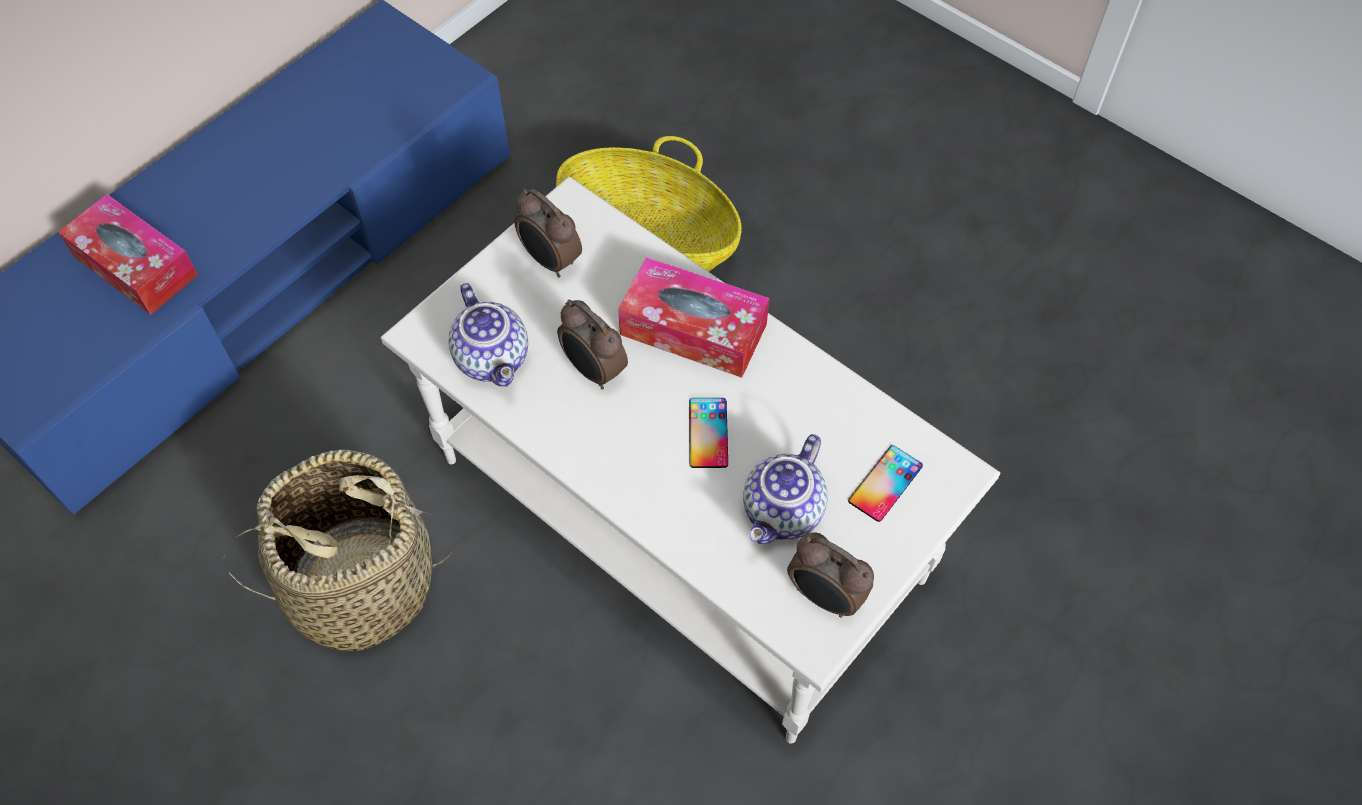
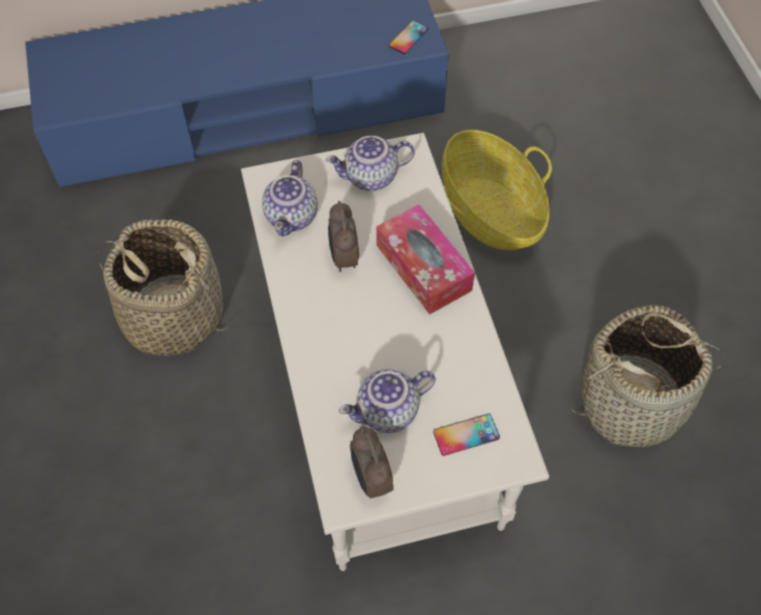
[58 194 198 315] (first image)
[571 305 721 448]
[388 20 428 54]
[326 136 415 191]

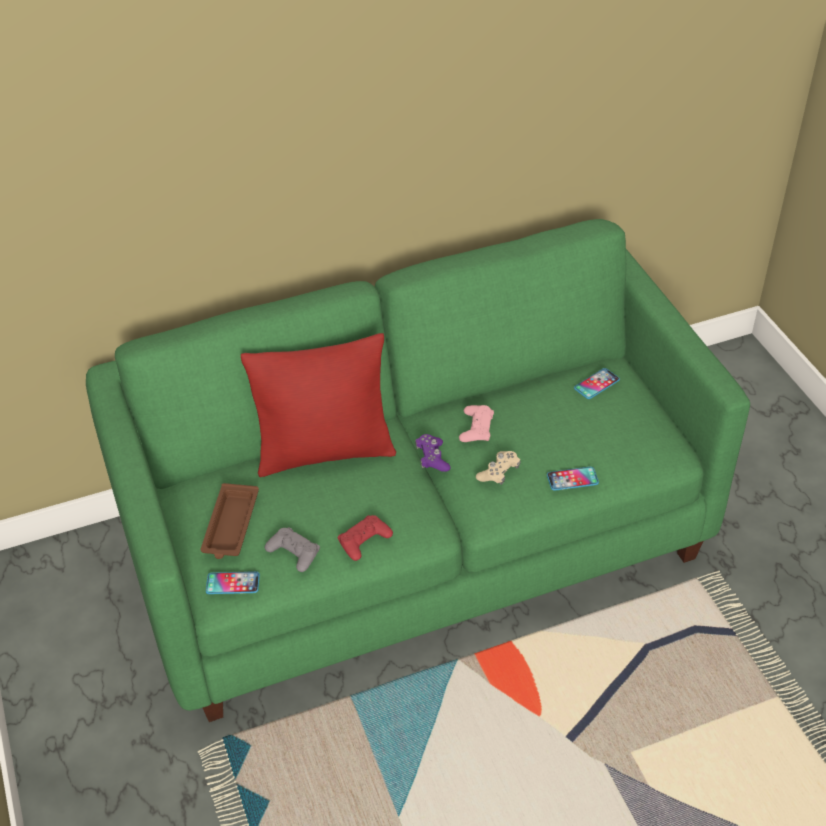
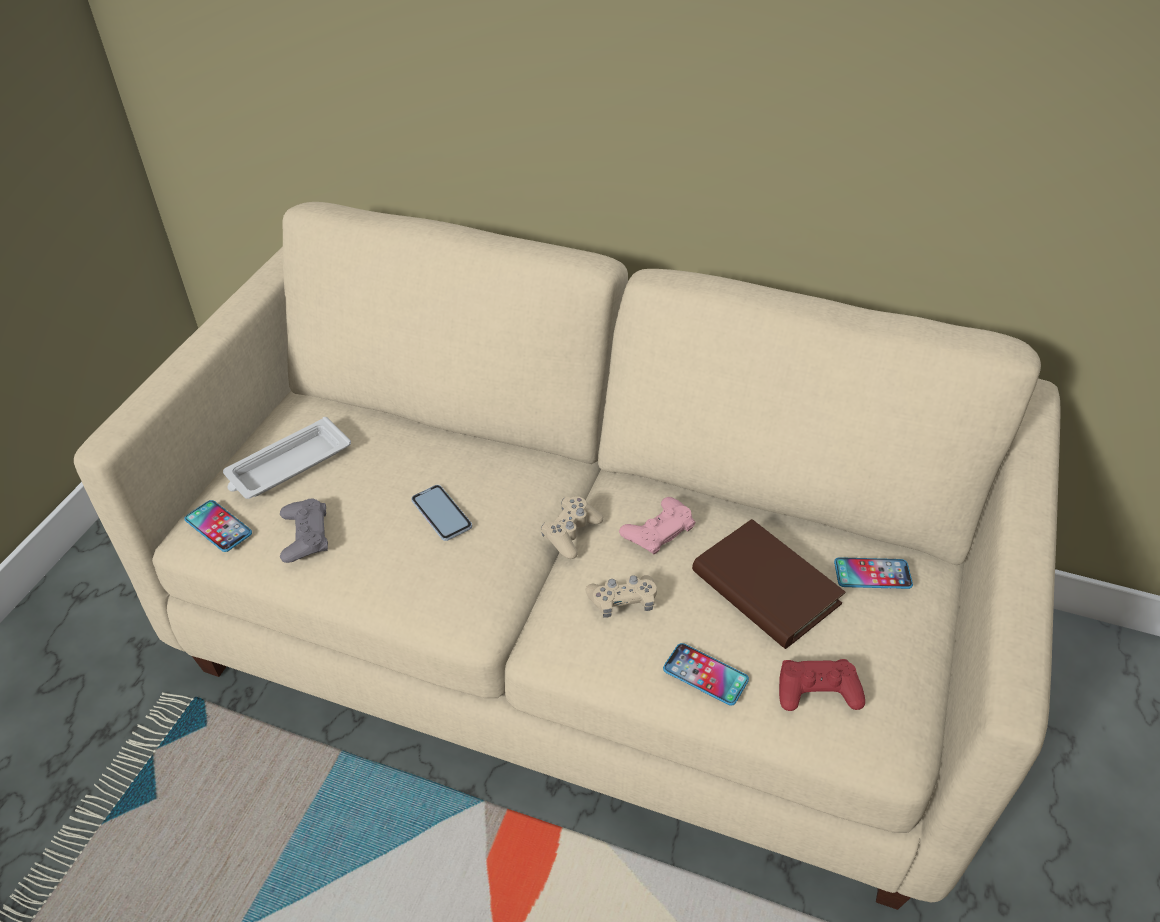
[241 333 396 477] (first image)
[411 485 472 541]
[692 519 846 649]
[779 659 865 711]
[74 202 1060 910]
[223 417 351 499]
[541 496 603 559]

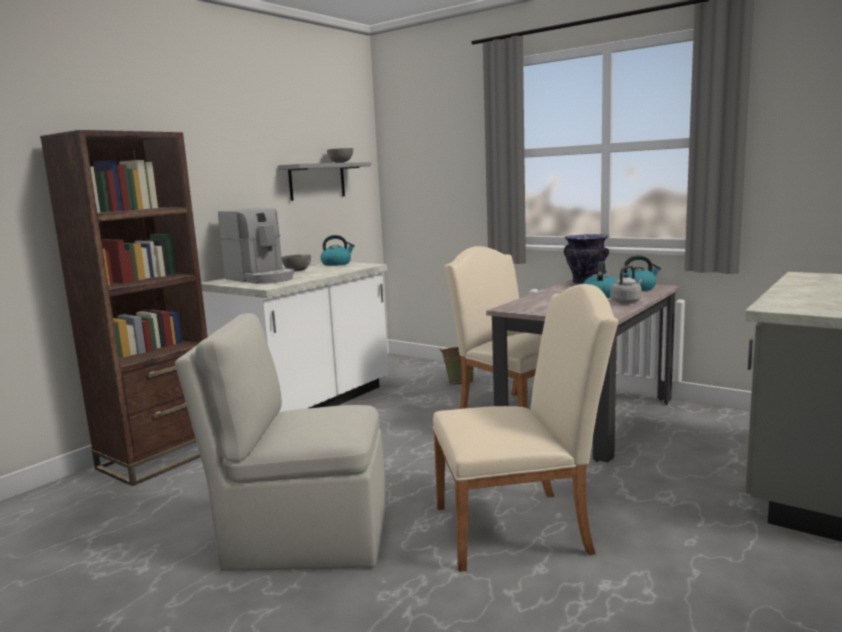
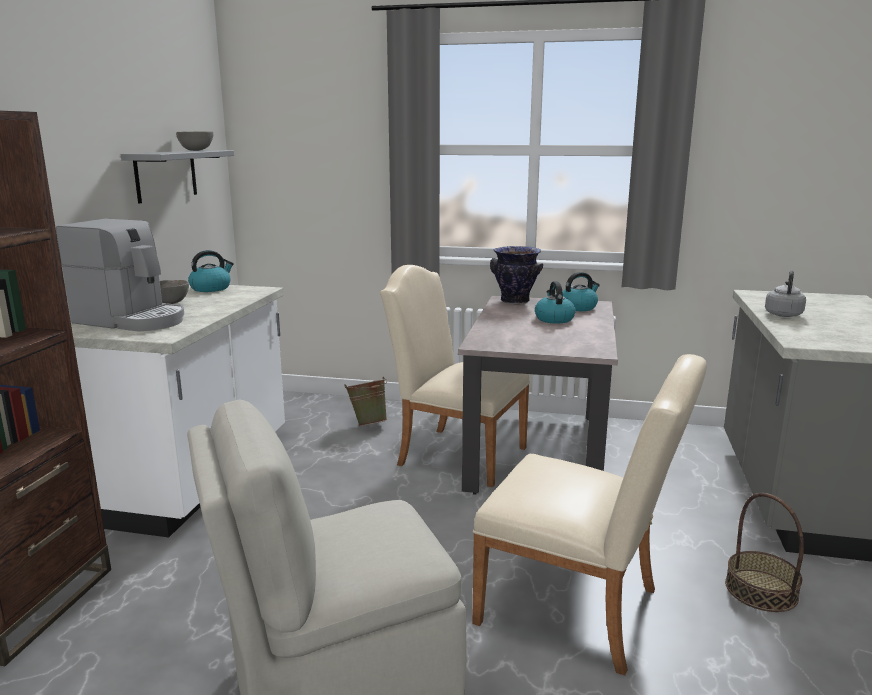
[725 493 804 612]
[765 270 806 317]
[472 354 707 676]

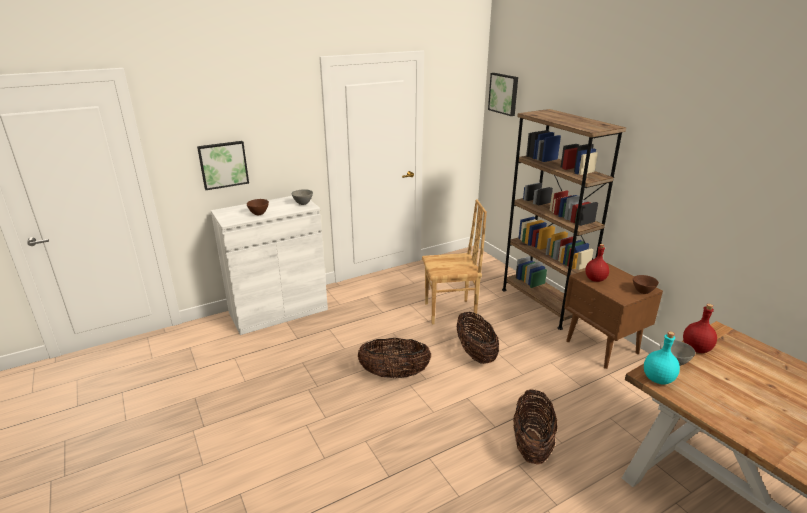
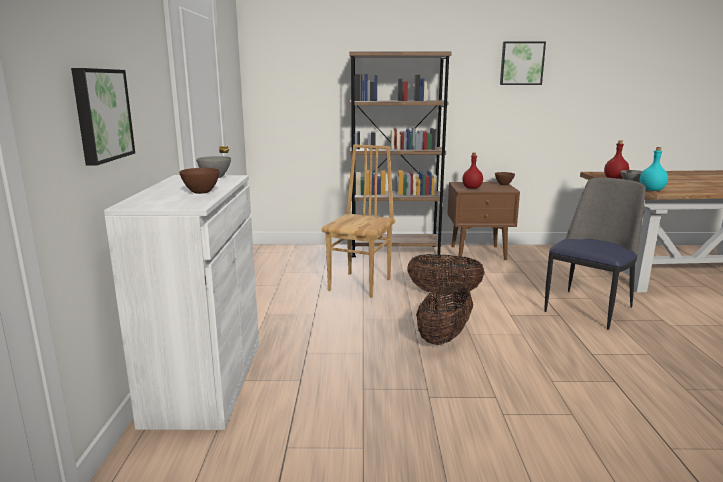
[500 41 546 85]
[544 177 646 330]

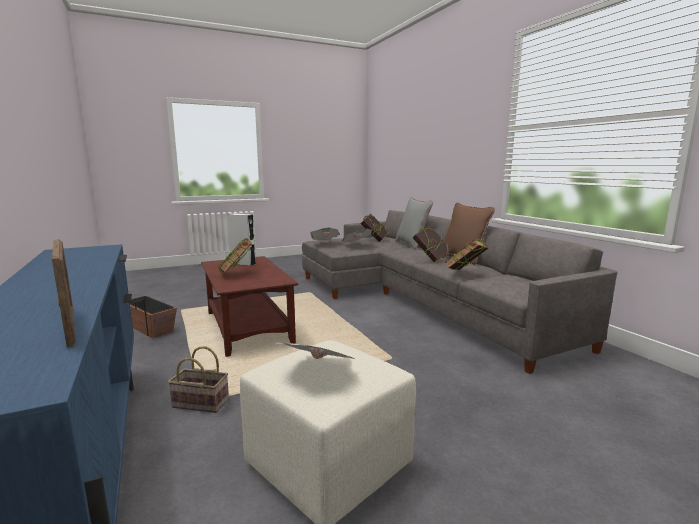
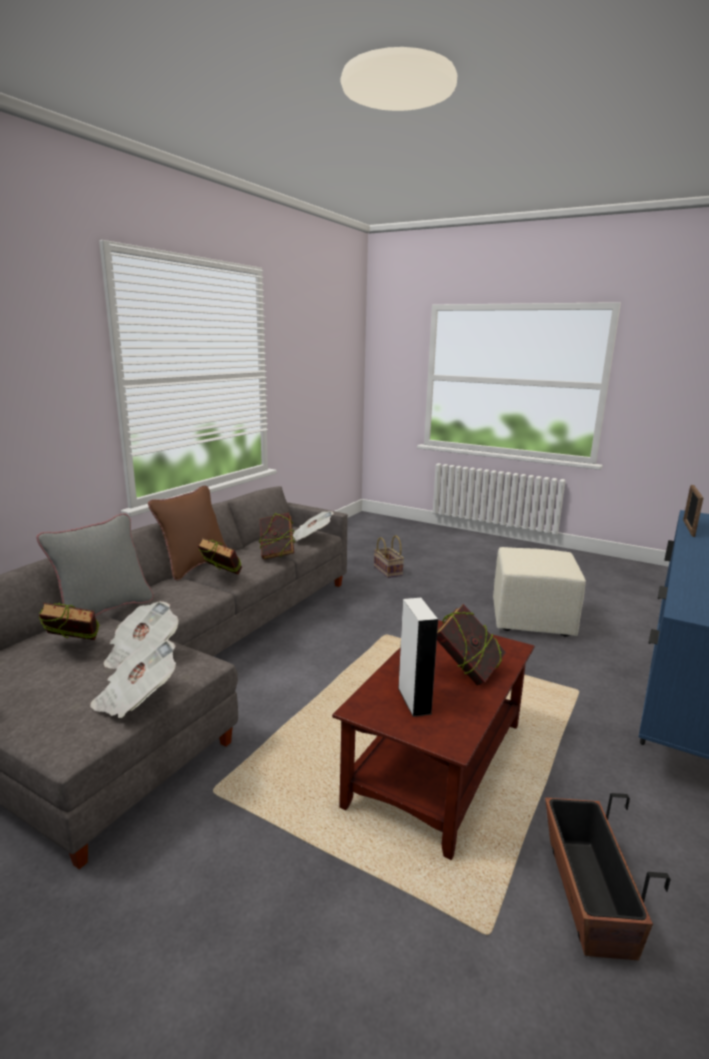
[374 535 404 578]
[293 511 334 541]

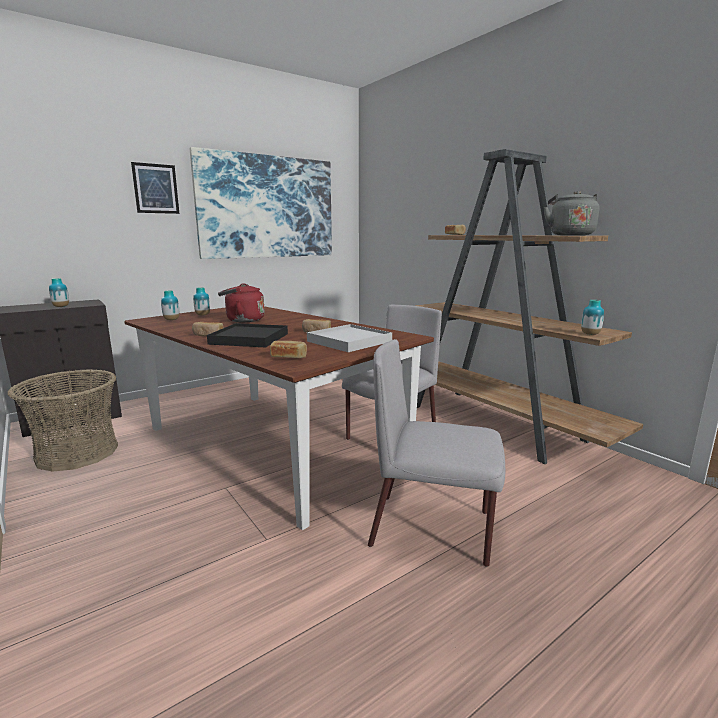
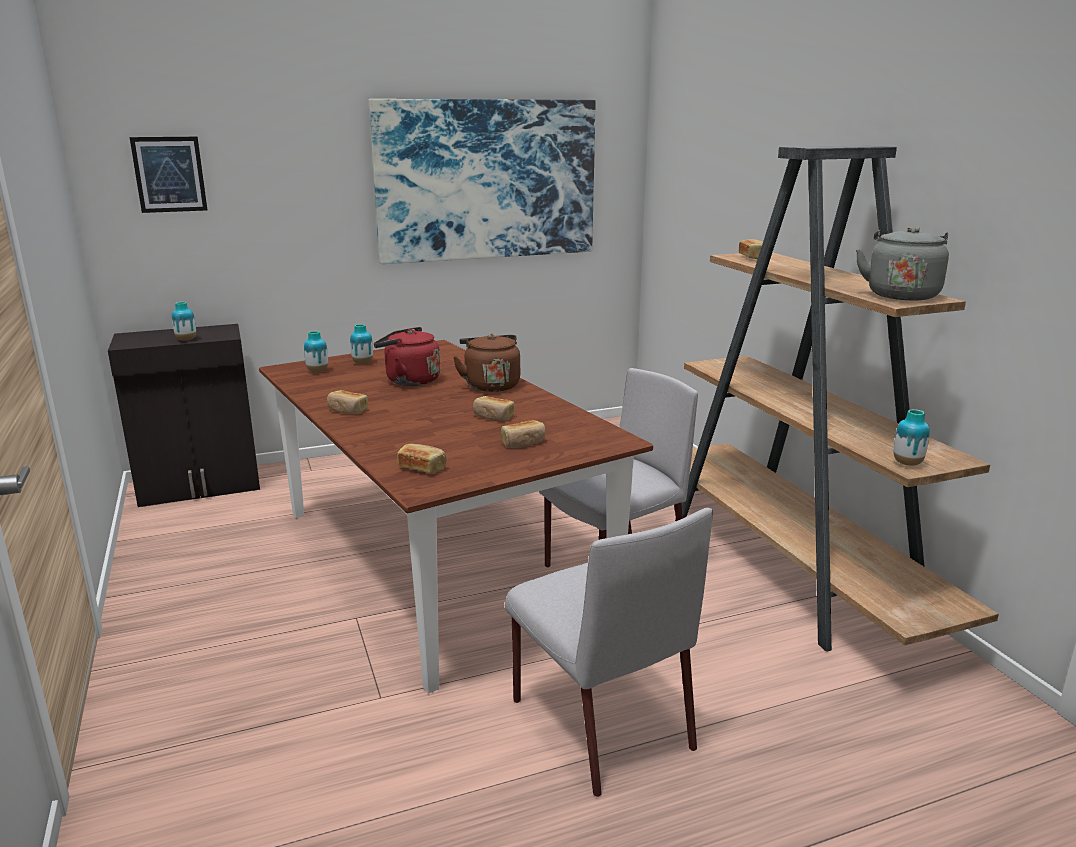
[8 369 118 472] (first image)
[207 323 288 347] (first image)
[453 334 520 392]
[130 137 207 213]
[501 420 545 448]
[505 508 713 797]

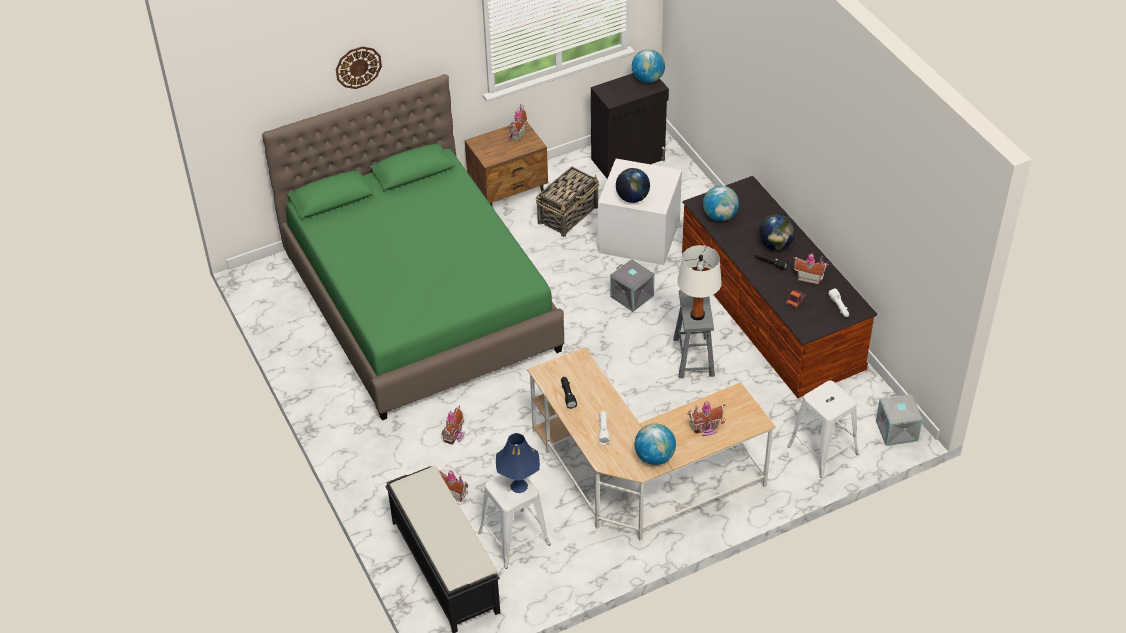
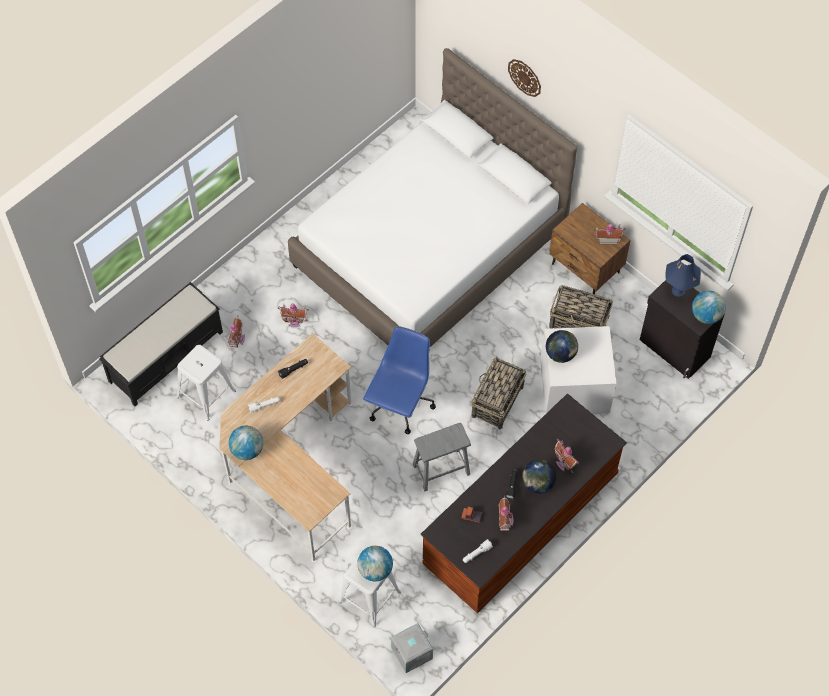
[677 245 722 320] (first image)
[363 327 436 434]
[665 254 701 297]
[555 439 579 473]
[357 546 393 581]
[471 357 526 430]
[288 48 577 347]

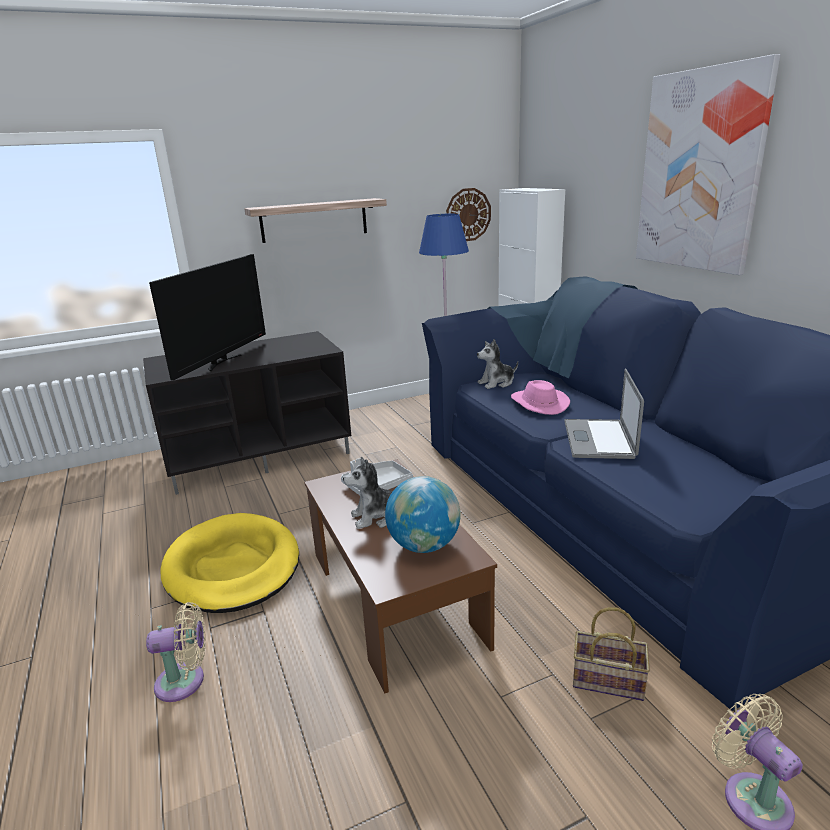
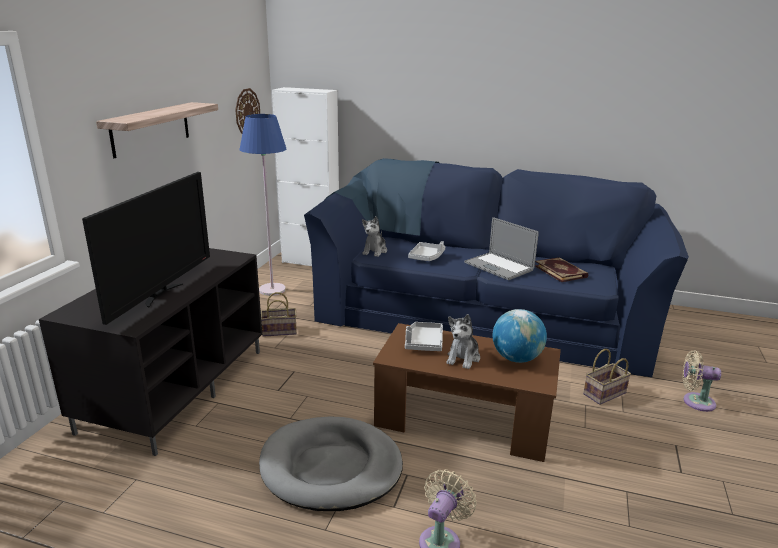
[636 54 780 275] (first image)
[261 292 297 337]
[535 257 588 282]
[408 241 445 261]
[259 417 403 511]
[82 172 210 325]

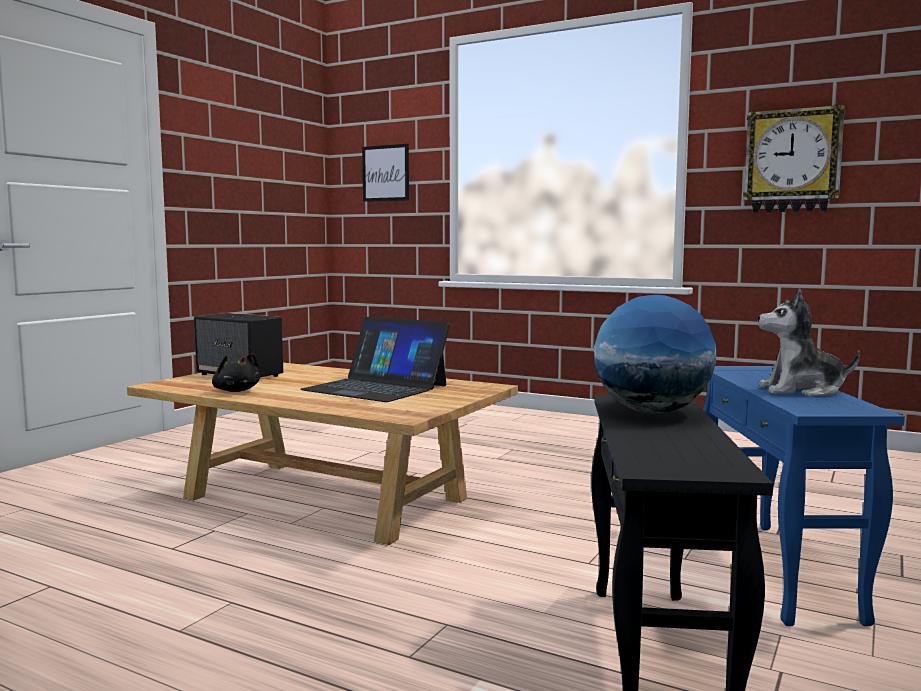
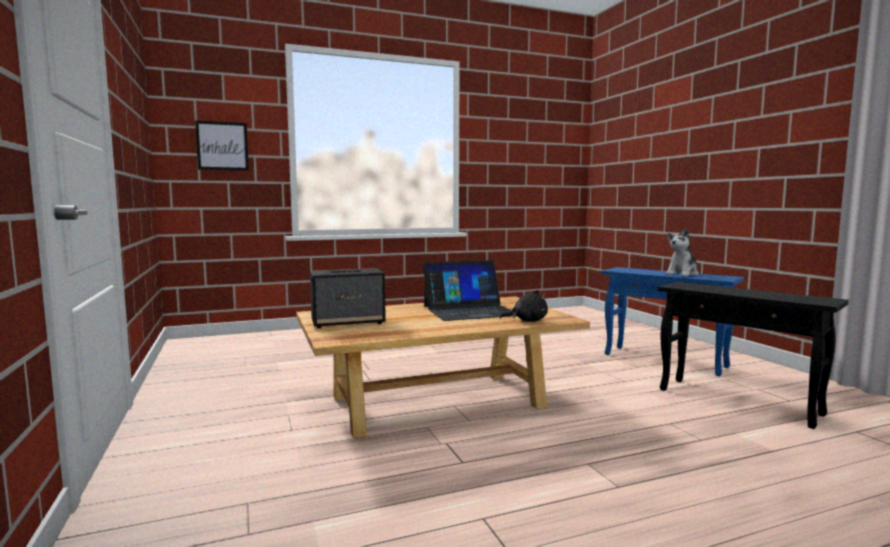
[594 295 716 414] (first image)
[743 104 845 212] (first image)
[500 290 548 322]

